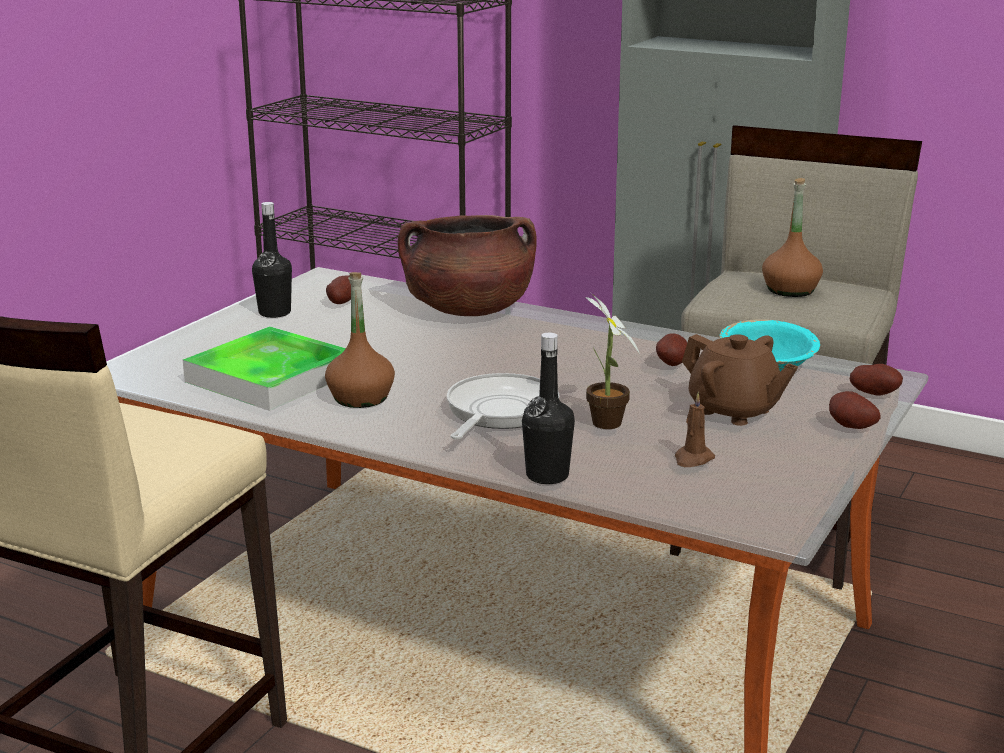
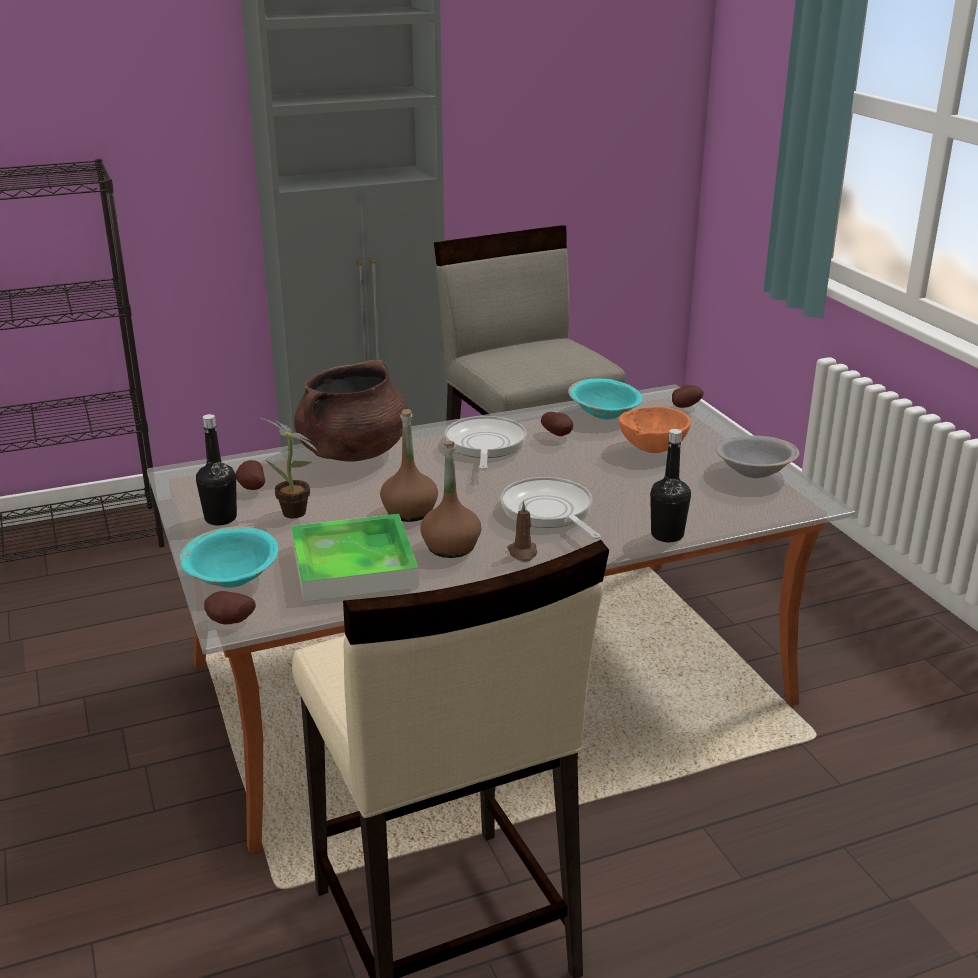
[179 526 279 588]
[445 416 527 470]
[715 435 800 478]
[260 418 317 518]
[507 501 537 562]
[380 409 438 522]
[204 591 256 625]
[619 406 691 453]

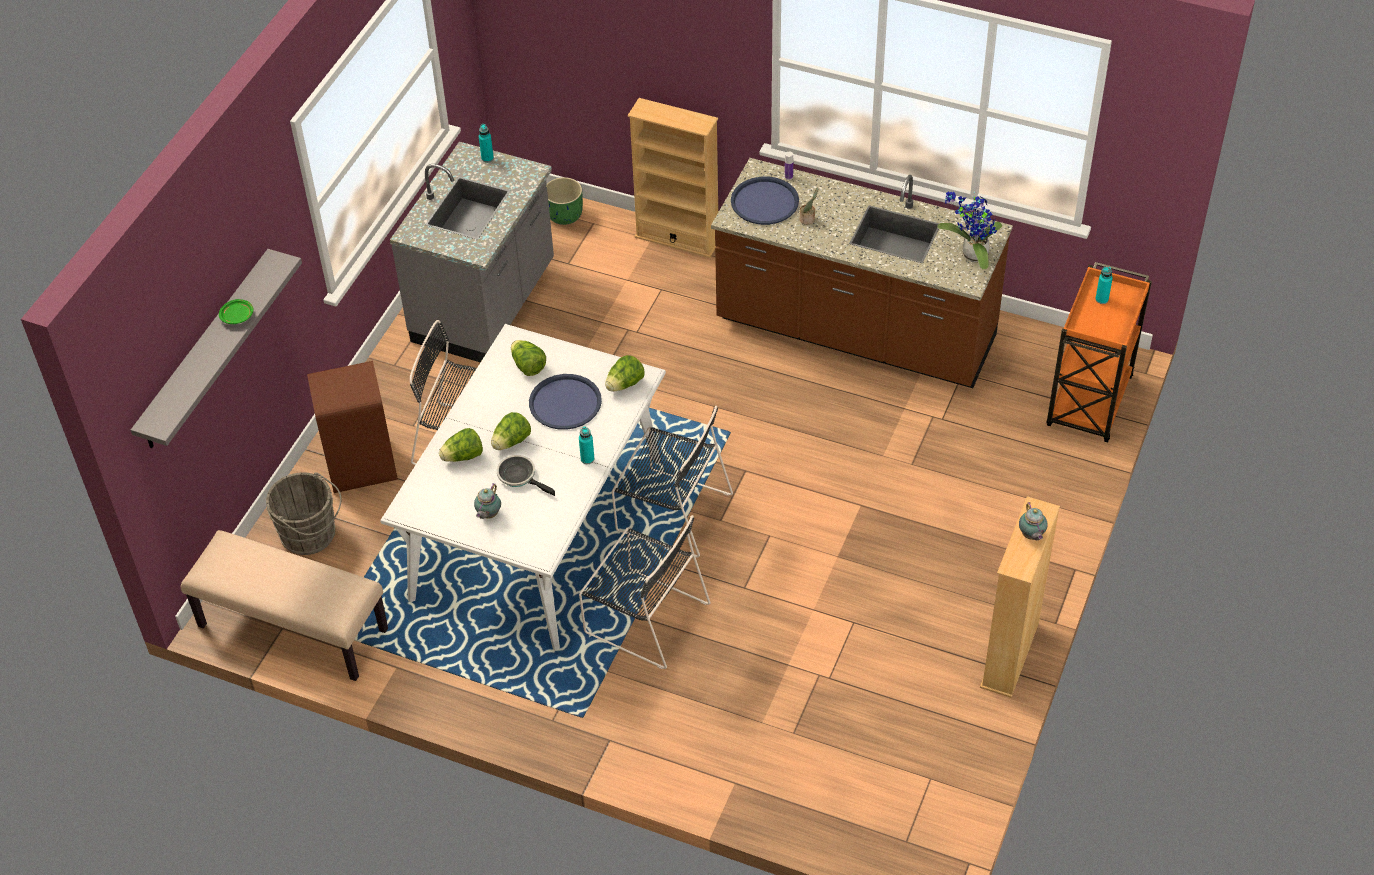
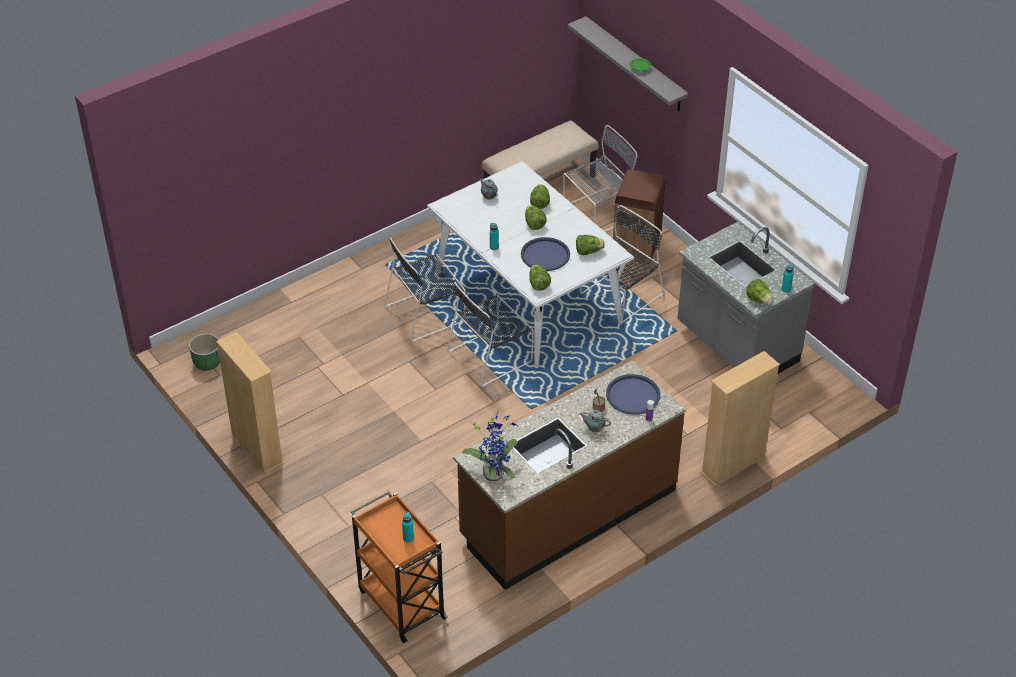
[497 455 555 496] (first image)
[746 279 773 305]
[189 334 220 371]
[580 410 611 432]
[563 125 638 232]

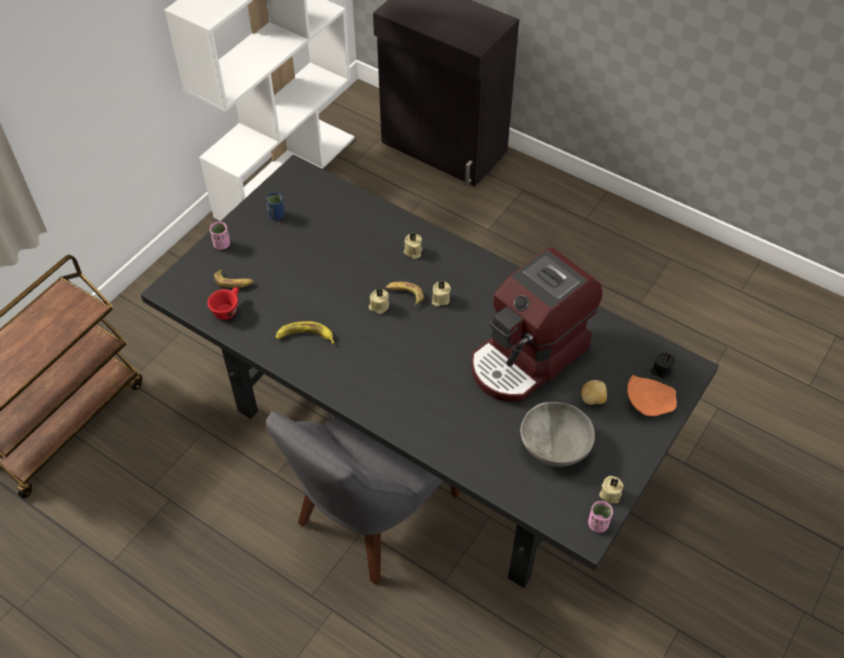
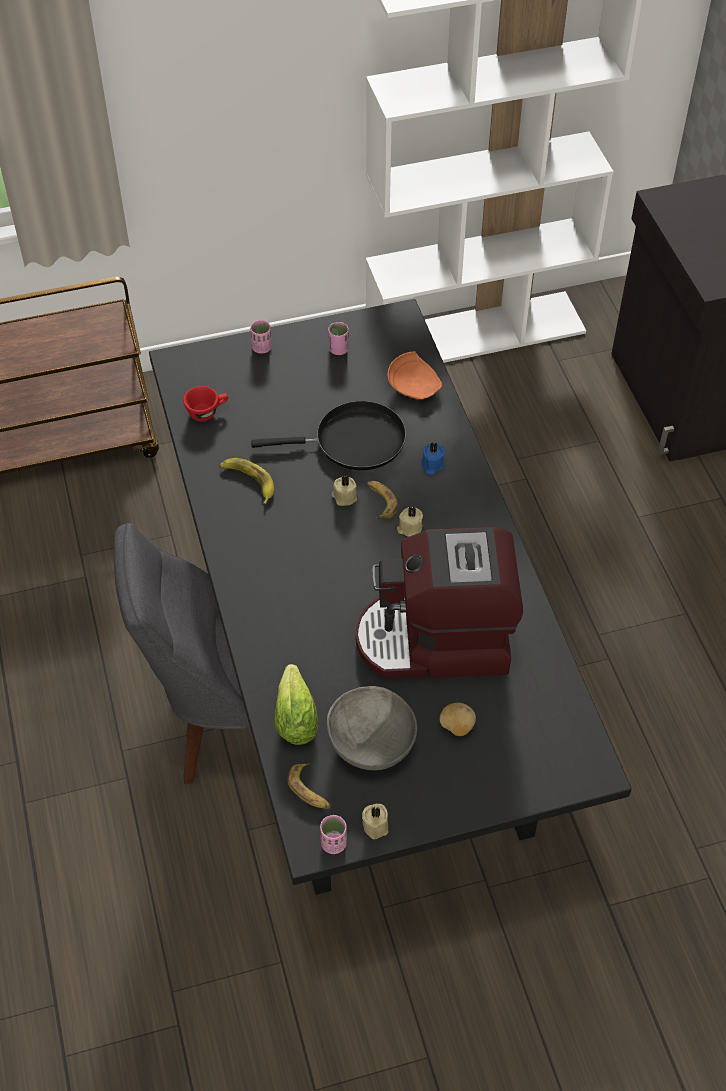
[651 353 676 379] (first image)
[251 401 406 470]
[275 664 318 745]
[287 763 330 808]
[388 351 442 399]
[328 322 349 355]
[421 442 445 475]

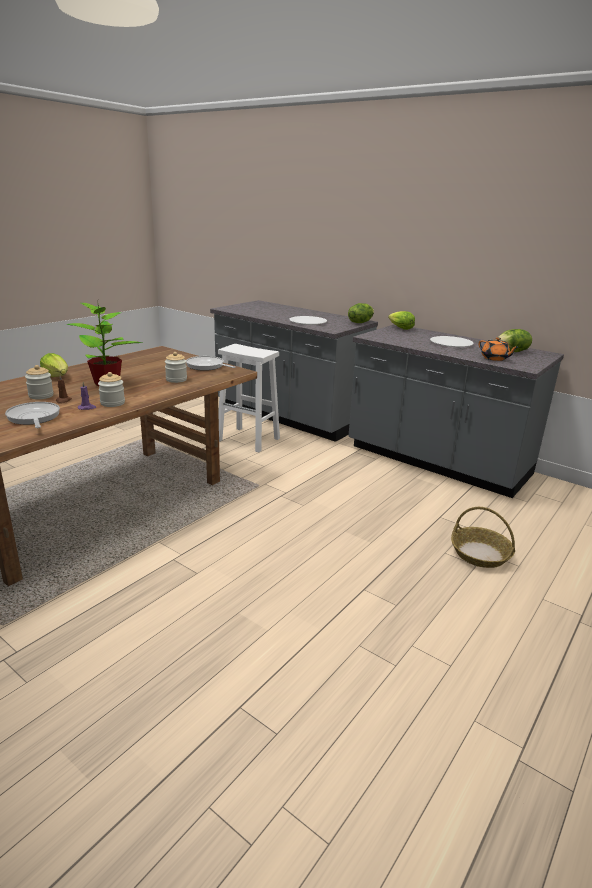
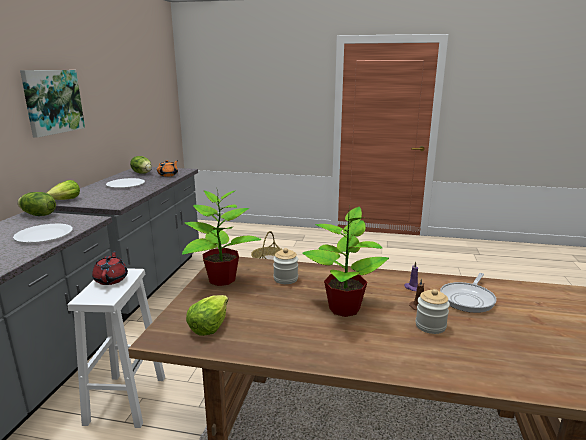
[98 372 125 407] (first image)
[20 70 85 138]
[92 251 128 285]
[186 295 228 336]
[182 190 262 286]

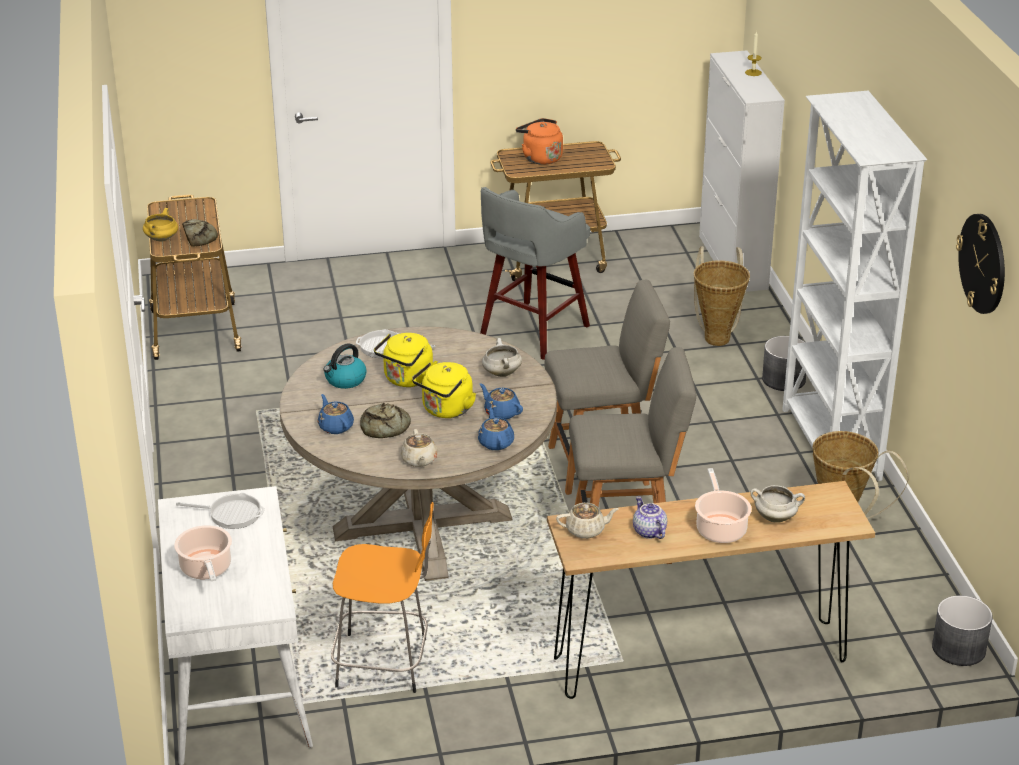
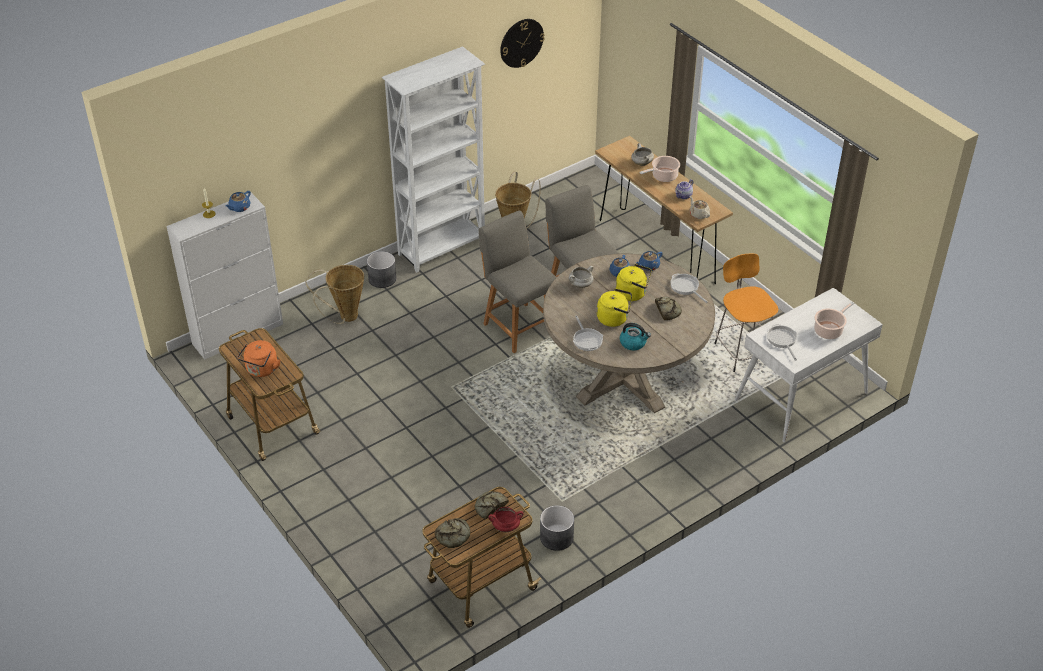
[480 187 590 360] (first image)
[435 518 470 548]
[225 191 251 212]
[540 505 574 551]
[671 273 708 303]
[488 507 523 532]

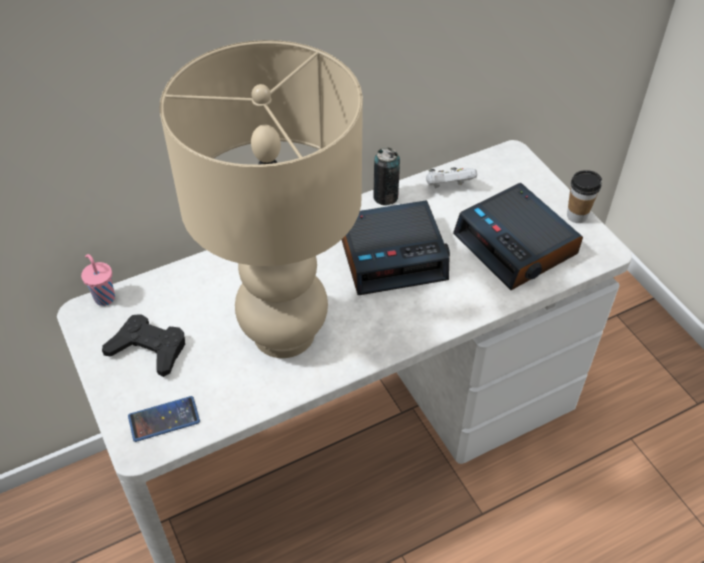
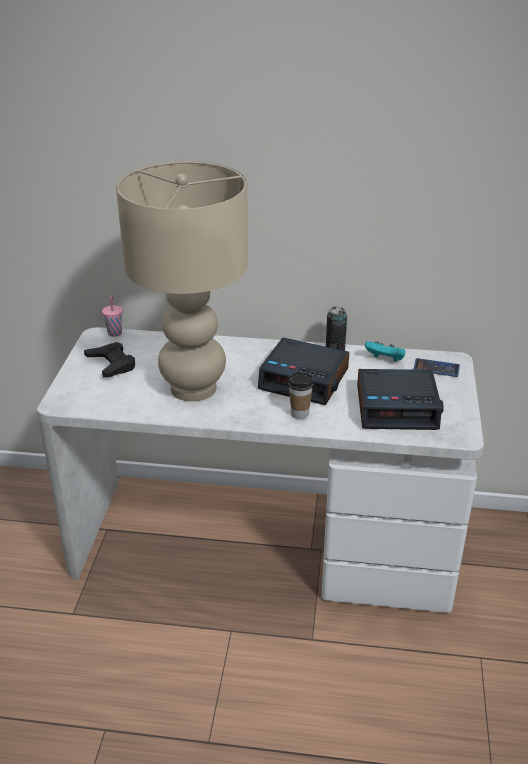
[413 358 460 377]
[288 372 314 419]
[365 341 405 362]
[357 369 443 430]

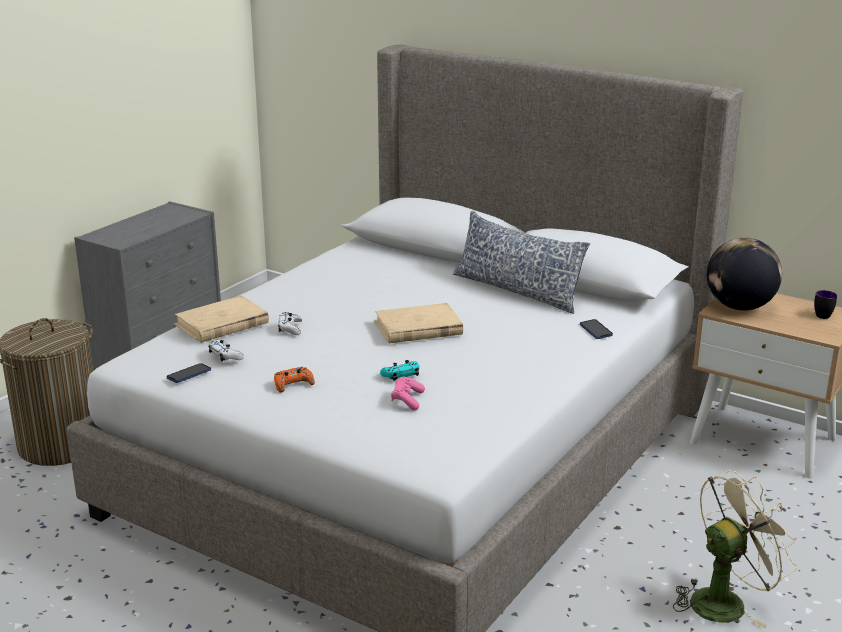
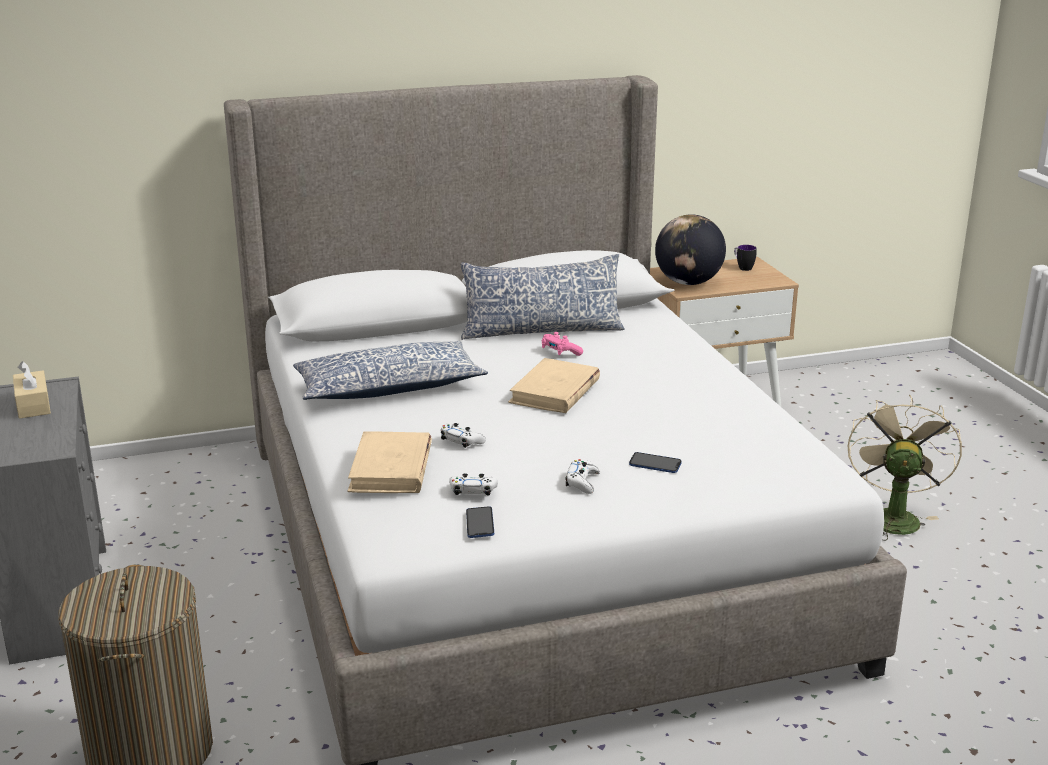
[380 360 419 381] (first image)
[13 361 51 419]
[293 341 488 400]
[542 332 583 356]
[629 452 682 473]
[565 459 600 494]

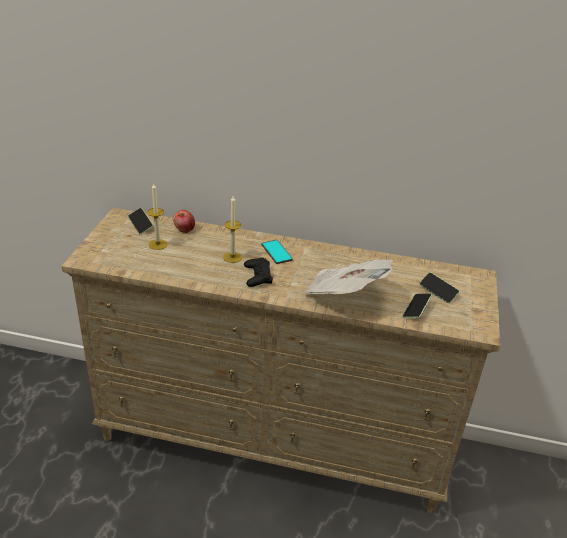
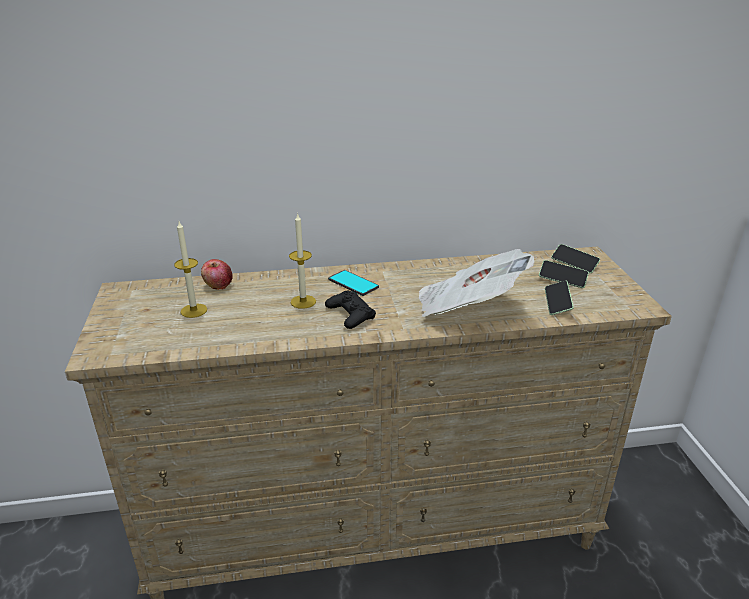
[551 244 600 273]

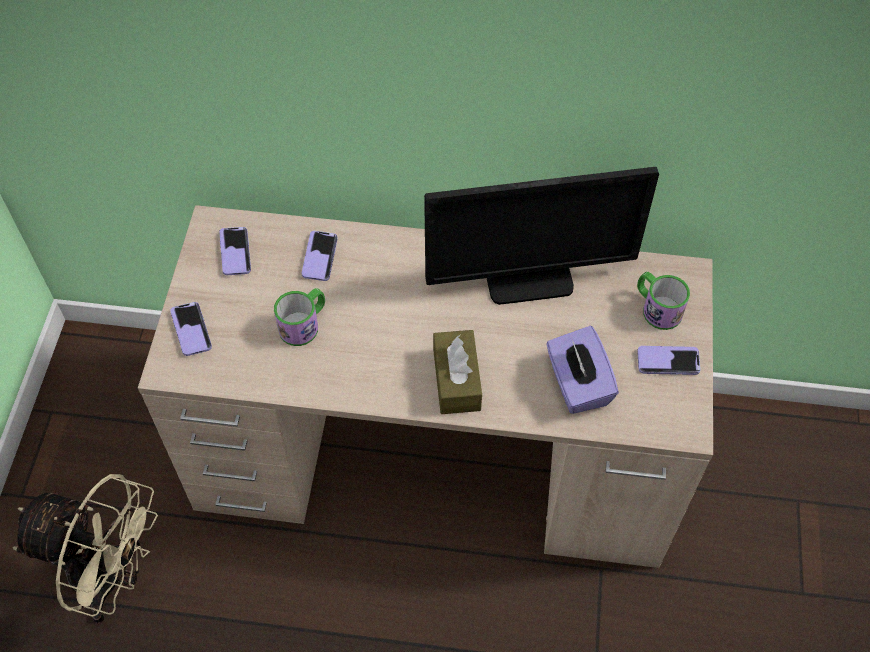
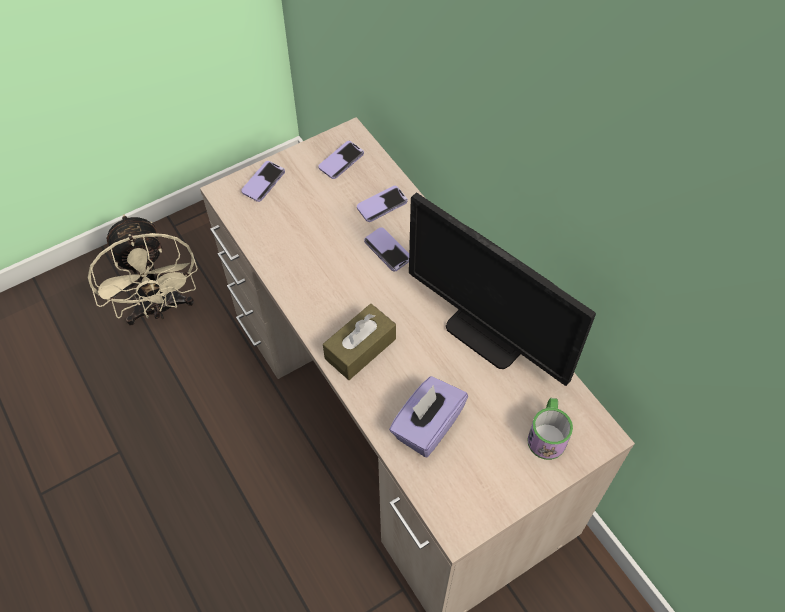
[274 288 325 346] (first image)
[364 227 409 271]

